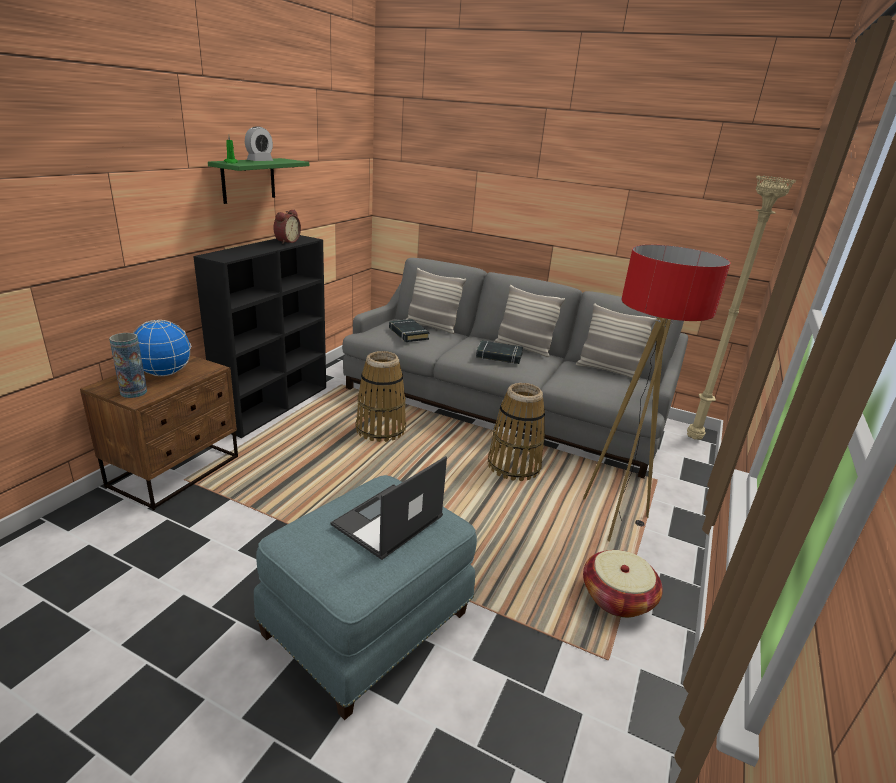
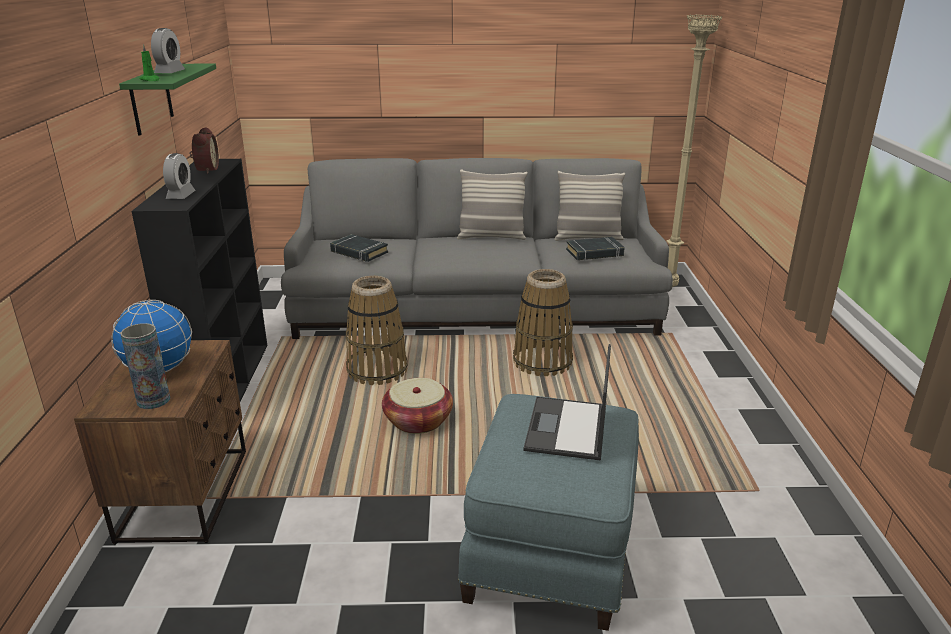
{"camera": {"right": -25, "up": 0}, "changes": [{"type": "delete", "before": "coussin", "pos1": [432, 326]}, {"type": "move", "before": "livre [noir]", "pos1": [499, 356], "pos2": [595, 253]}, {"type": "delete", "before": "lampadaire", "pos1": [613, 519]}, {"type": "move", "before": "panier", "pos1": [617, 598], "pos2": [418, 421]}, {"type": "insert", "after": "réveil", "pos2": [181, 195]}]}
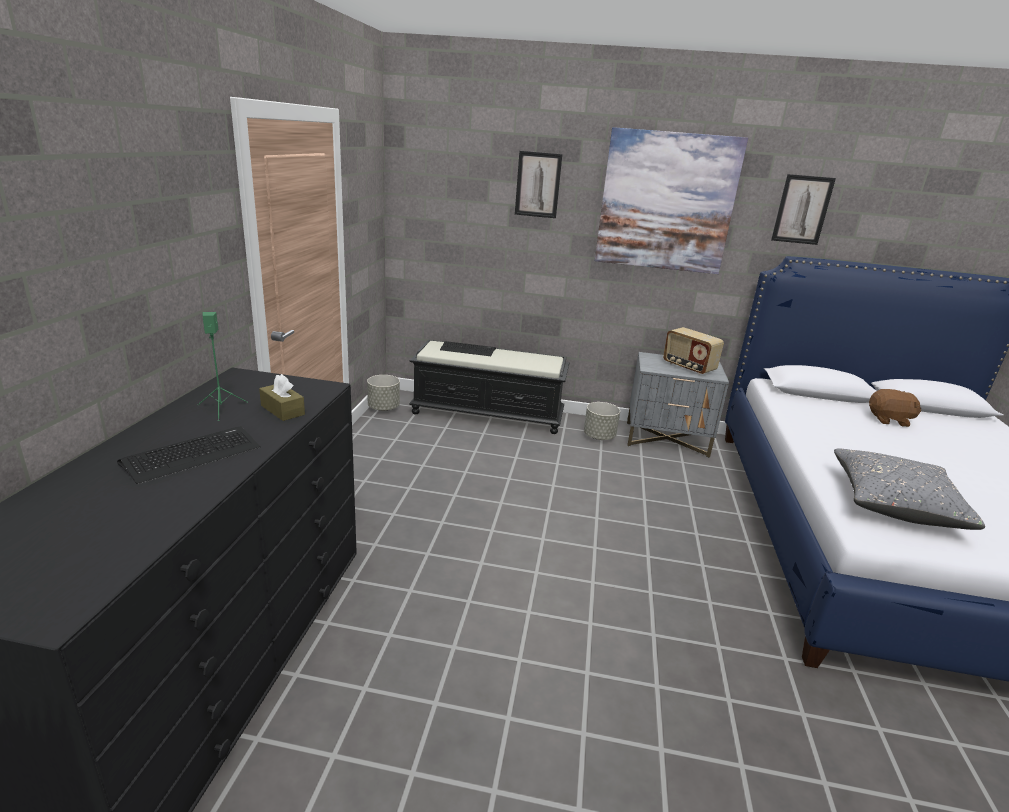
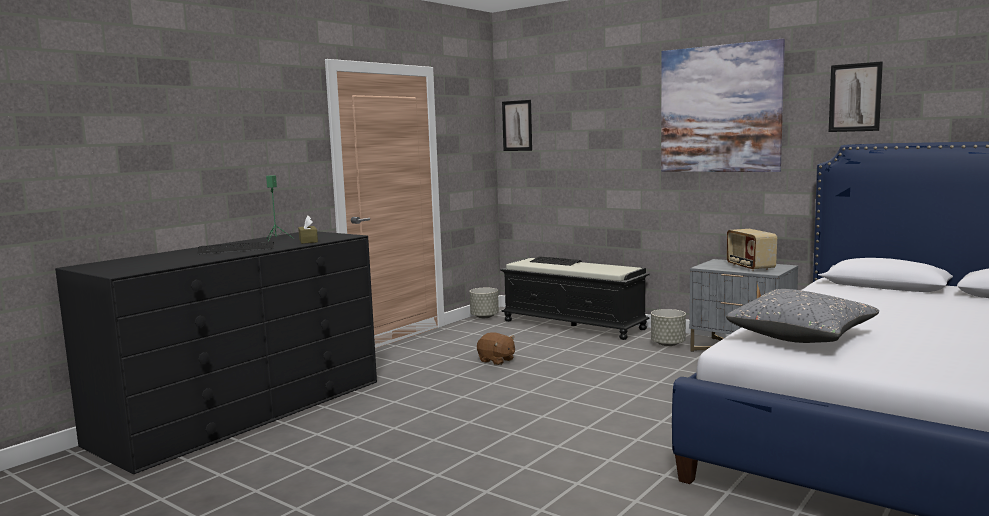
{"camera": {"right": 30, "up": -15}, "changes": [{"type": "move", "before": "tableau", "pos1": [538, 185], "pos2": [517, 125]}, {"type": "move", "before": "peluche [marron]", "pos1": [889, 420], "pos2": [496, 360]}]}
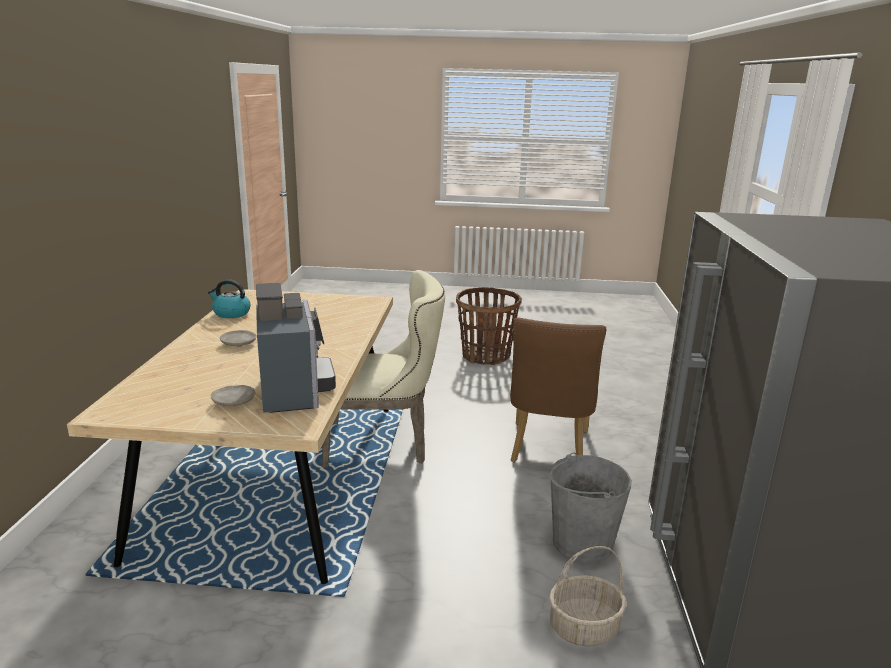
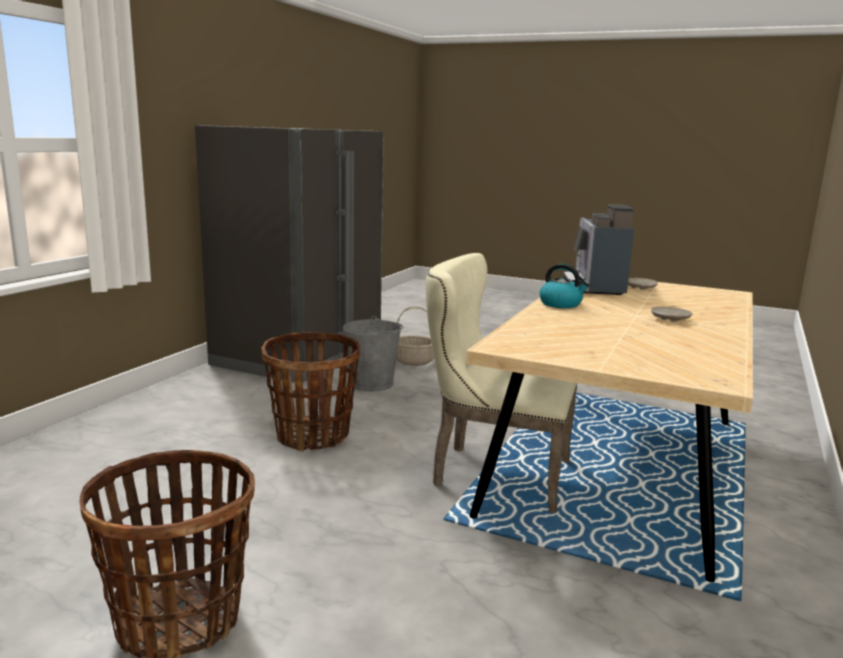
{"camera": {"right": -160, "up": -5}, "changes": [{"type": "move", "before": "bouilloire", "pos1": [231, 313], "pos2": [561, 304]}, {"type": "replace", "before": "chaise [marron]", "after": "panier", "pos1": [548, 450], "pos2": [313, 435]}]}
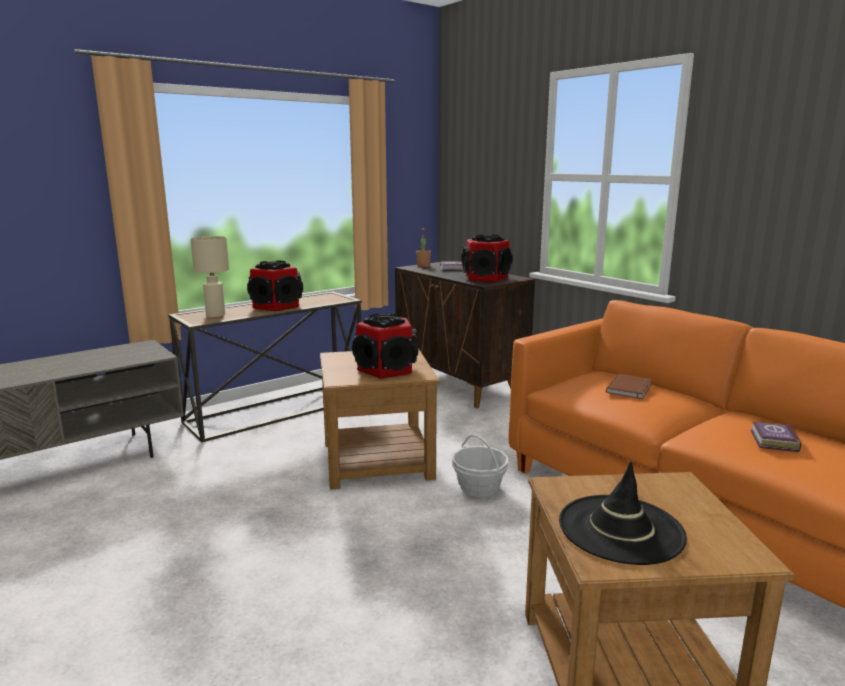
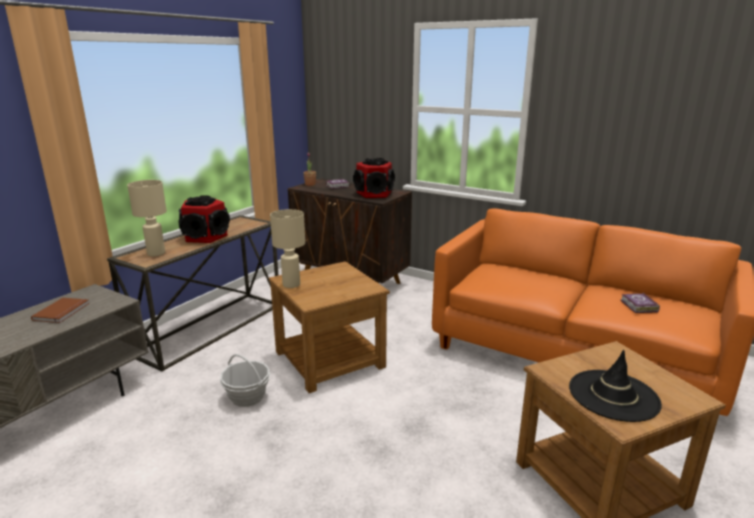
{"camera": {"right": -20, "up": 5}, "changes": [{"type": "delete", "before": "enceinte", "pos1": [387, 369]}, {"type": "move", "before": "panier", "pos1": [479, 487], "pos2": [247, 397]}, {"type": "move", "before": "livre [marron]", "pos1": [631, 388], "pos2": [63, 312]}, {"type": "insert", "after": "lampe de table [beige]", "pos2": [291, 284]}]}
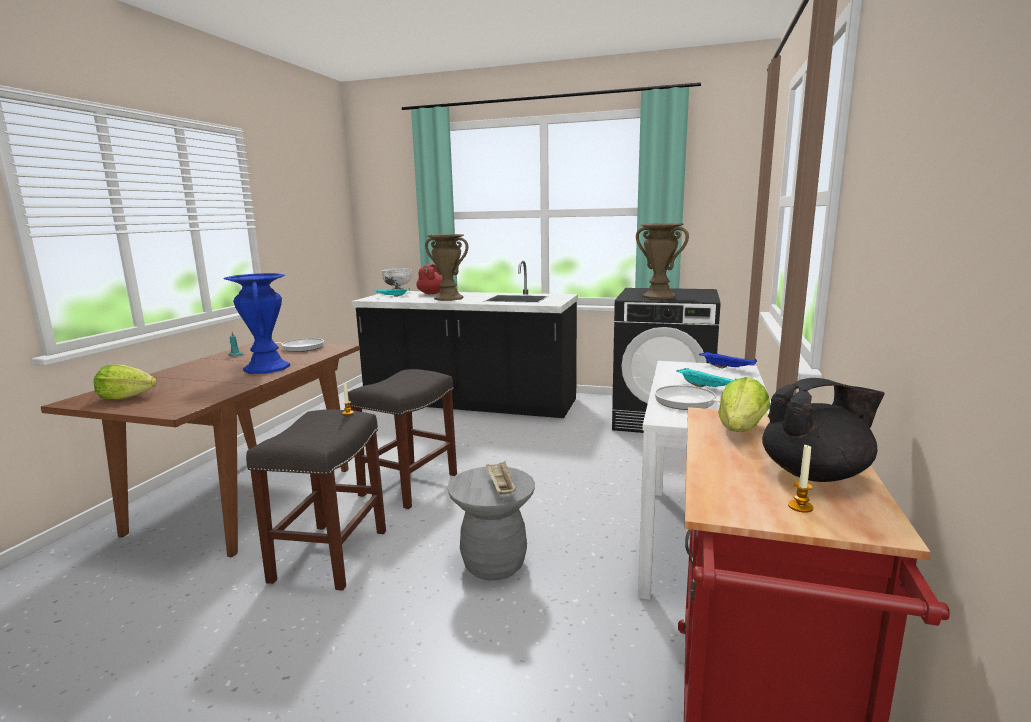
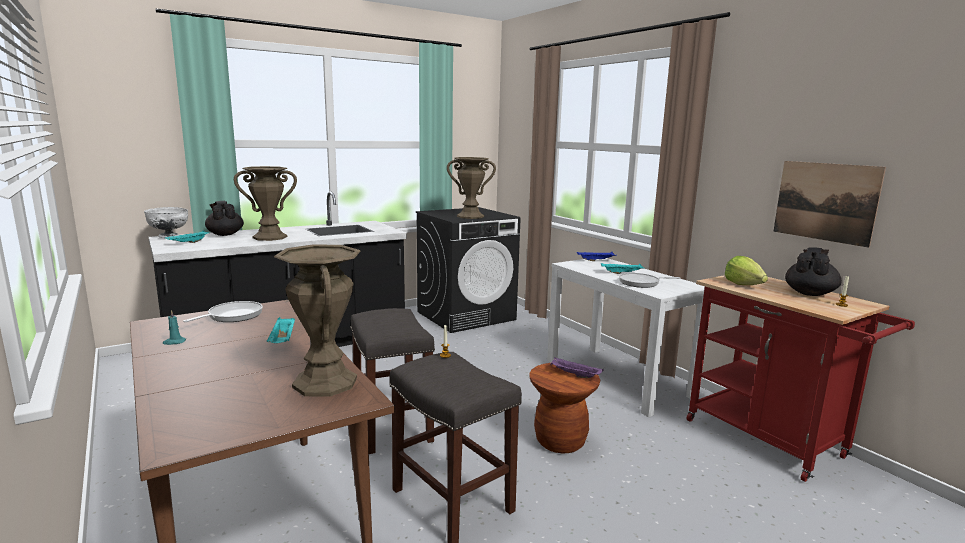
{"camera": {"right": -50, "up": 0}, "changes": [{"type": "delete", "before": "laitue", "pos1": [126, 397]}, {"type": "replace", "before": "vase [bleu]", "after": "plateau [turquoise]", "pos1": [267, 368], "pos2": [283, 341]}, {"type": "recolor", "before": "théière [rouge]", "after": "théière [noir]", "pos1": [432, 293], "pos2": [225, 234]}, {"type": "recolor", "before": "tabouret [gris]", "after": "tabouret [marron]", "pos1": [494, 564], "pos2": [560, 441]}, {"type": "recolor", "before": "plateau [beige]", "after": "plateau [violet]", "pos1": [501, 487], "pos2": [574, 375]}, {"type": "insert", "after": "vase [marron]", "pos2": [325, 382]}, {"type": "insert", "after": "tableau", "pos2": [825, 201]}]}
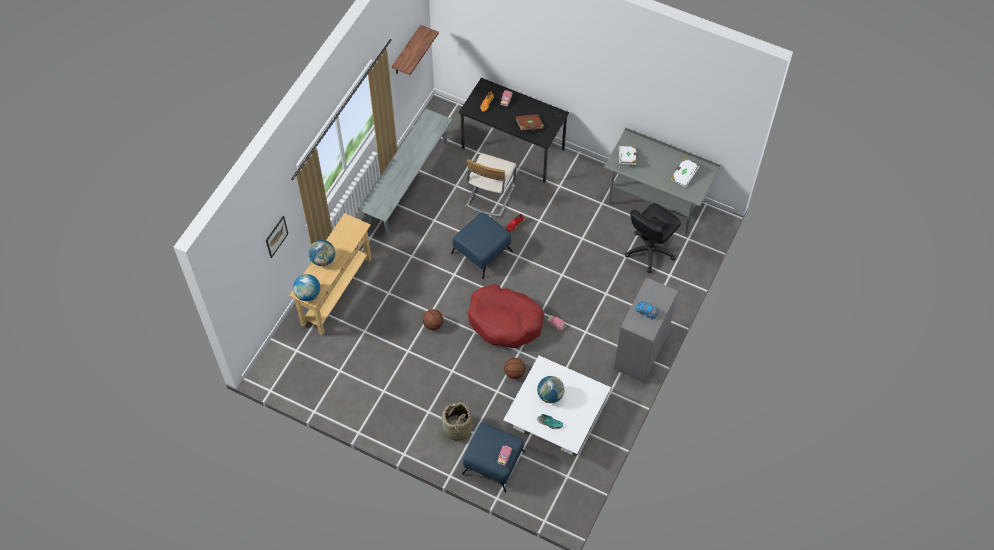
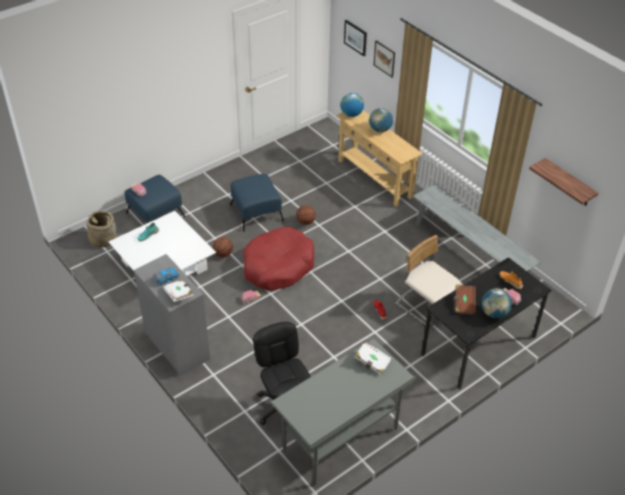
{"camera": {"right": 115, "up": -15}, "changes": [{"type": "move", "before": "panier", "pos1": [457, 428], "pos2": [103, 239]}, {"type": "move", "before": "pouf [bleu]", "pos1": [482, 252], "pos2": [256, 213]}, {"type": "move", "before": "globe", "pos1": [550, 395], "pos2": [494, 313]}, {"type": "move", "before": "livre [blanc]", "pos1": [683, 175], "pos2": [179, 295]}, {"type": "insert", "after": "tableau", "pos2": [355, 37]}]}
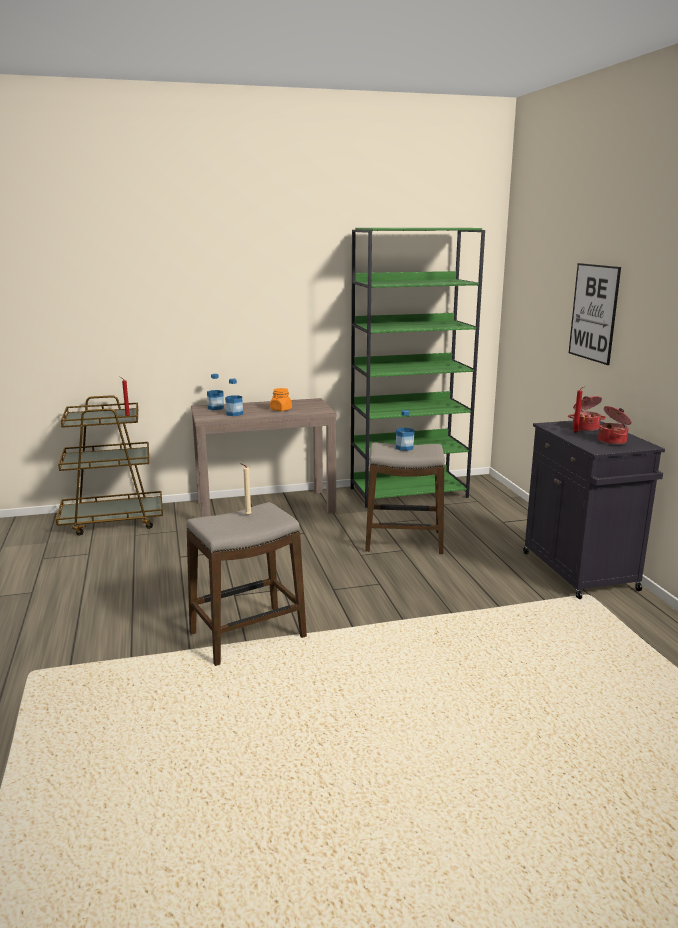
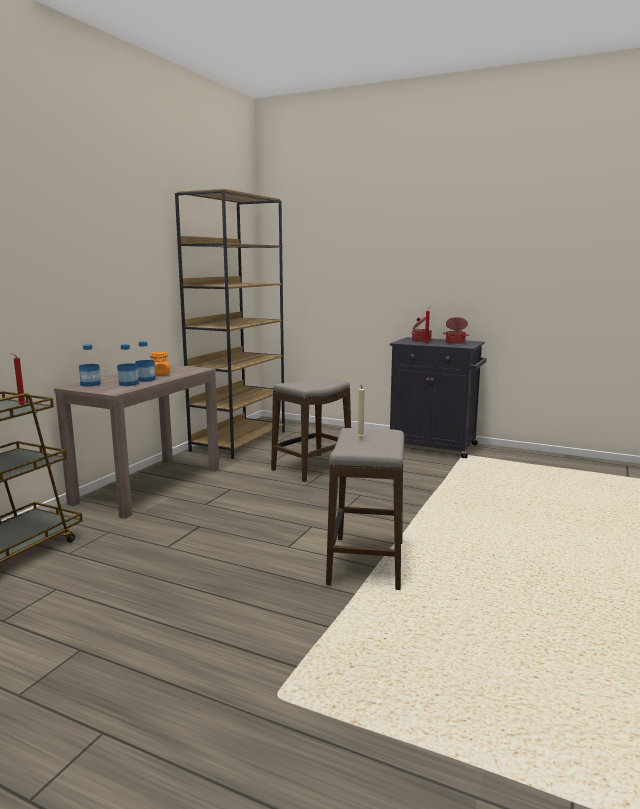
{"camera": {"right": -50, "up": -5}, "changes": [{"type": "recolor", "before": "bibliothèque [vert]", "after": "bibliothèque [marron]", "pos1": [409, 492], "pos2": [239, 441]}, {"type": "move", "before": "bouteille", "pos1": [404, 448], "pos2": [146, 380]}, {"type": "delete", "before": "tableau", "pos1": [594, 312]}]}
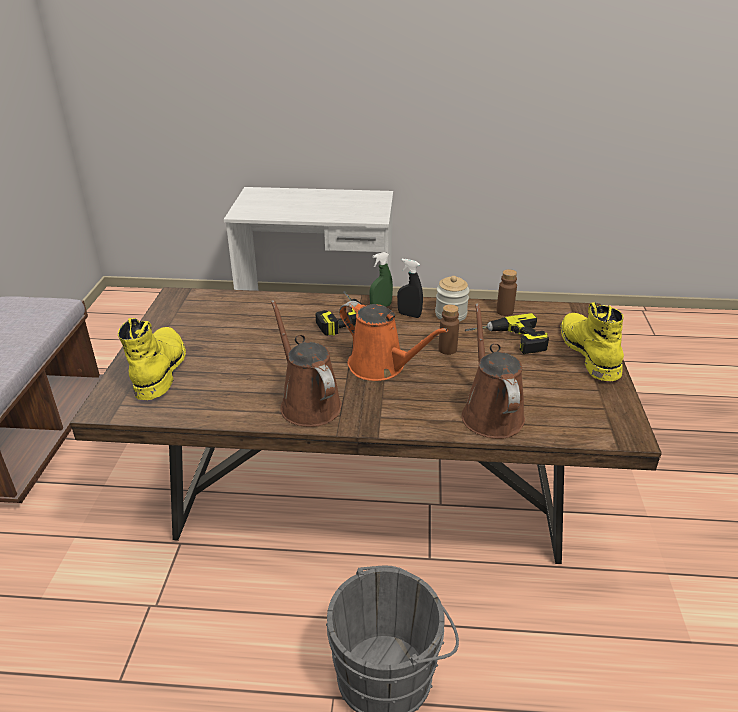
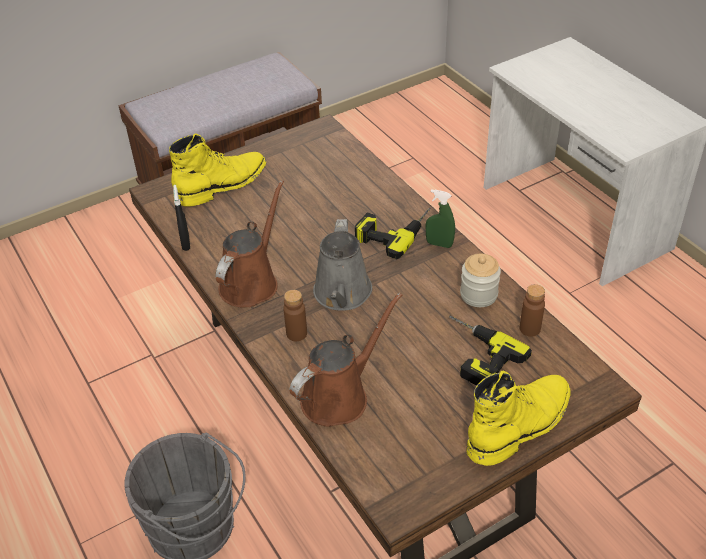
{"camera": {"right": 55, "up": 10}, "changes": [{"type": "recolor", "before": "arrosoir [orange]", "after": "arrosoir [gris]", "pos1": [381, 366], "pos2": [342, 295]}, {"type": "move", "before": "vaporisateur [noir]", "pos1": [409, 315], "pos2": [185, 243]}, {"type": "move", "before": "bouteille [marron]", "pos1": [447, 349], "pos2": [296, 333]}]}
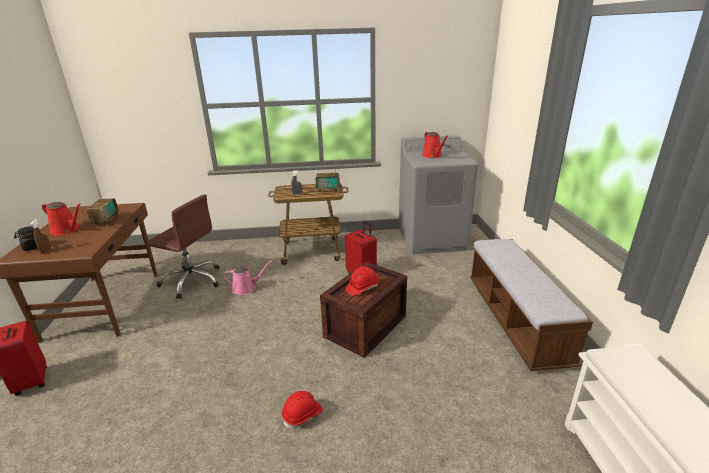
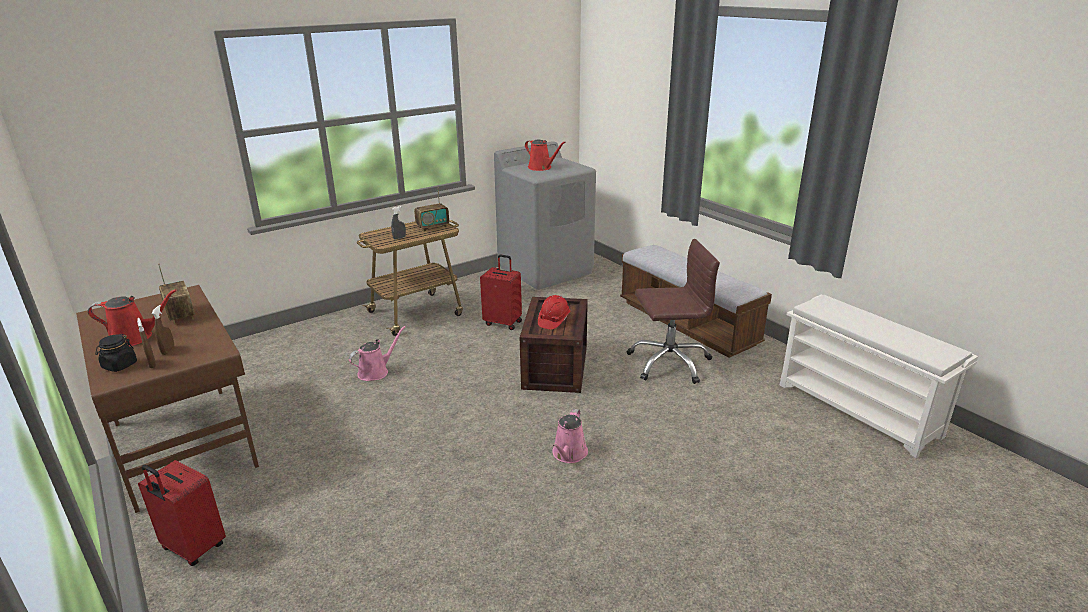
{"camera": {"right": -30, "up": 0}, "changes": [{"type": "move", "before": "chaise de bureau [marron]", "pos1": [192, 280], "pos2": [669, 362]}, {"type": "replace", "before": "casque de chantier [rouge]", "after": "arrosoir [rose]", "pos1": [302, 415], "pos2": [569, 454]}, {"type": "insert", "after": "vaporisateur [marron]", "pos2": [168, 350]}]}
